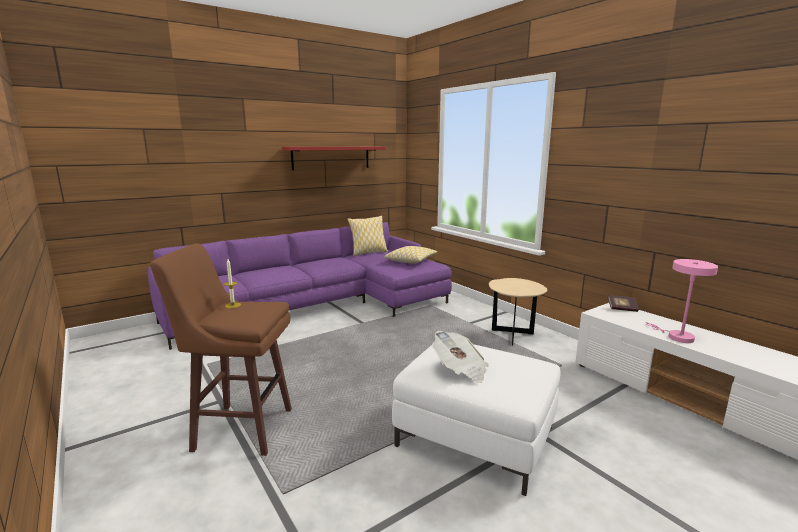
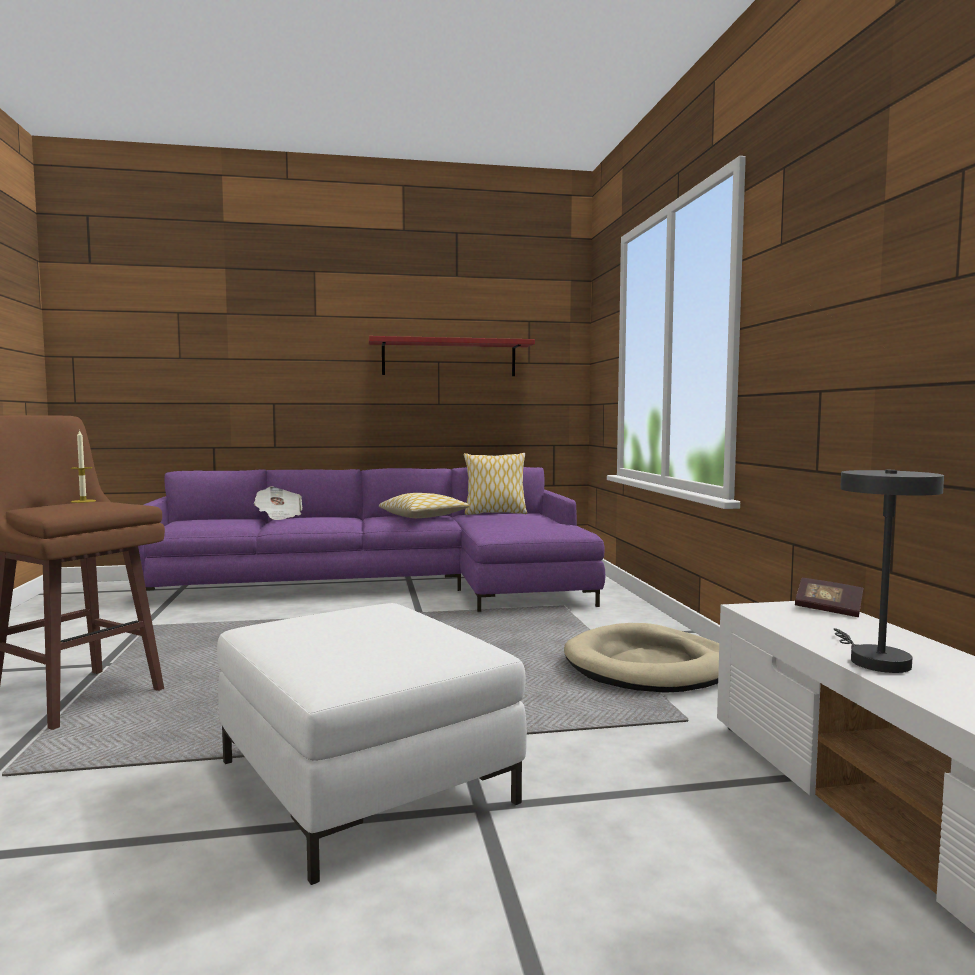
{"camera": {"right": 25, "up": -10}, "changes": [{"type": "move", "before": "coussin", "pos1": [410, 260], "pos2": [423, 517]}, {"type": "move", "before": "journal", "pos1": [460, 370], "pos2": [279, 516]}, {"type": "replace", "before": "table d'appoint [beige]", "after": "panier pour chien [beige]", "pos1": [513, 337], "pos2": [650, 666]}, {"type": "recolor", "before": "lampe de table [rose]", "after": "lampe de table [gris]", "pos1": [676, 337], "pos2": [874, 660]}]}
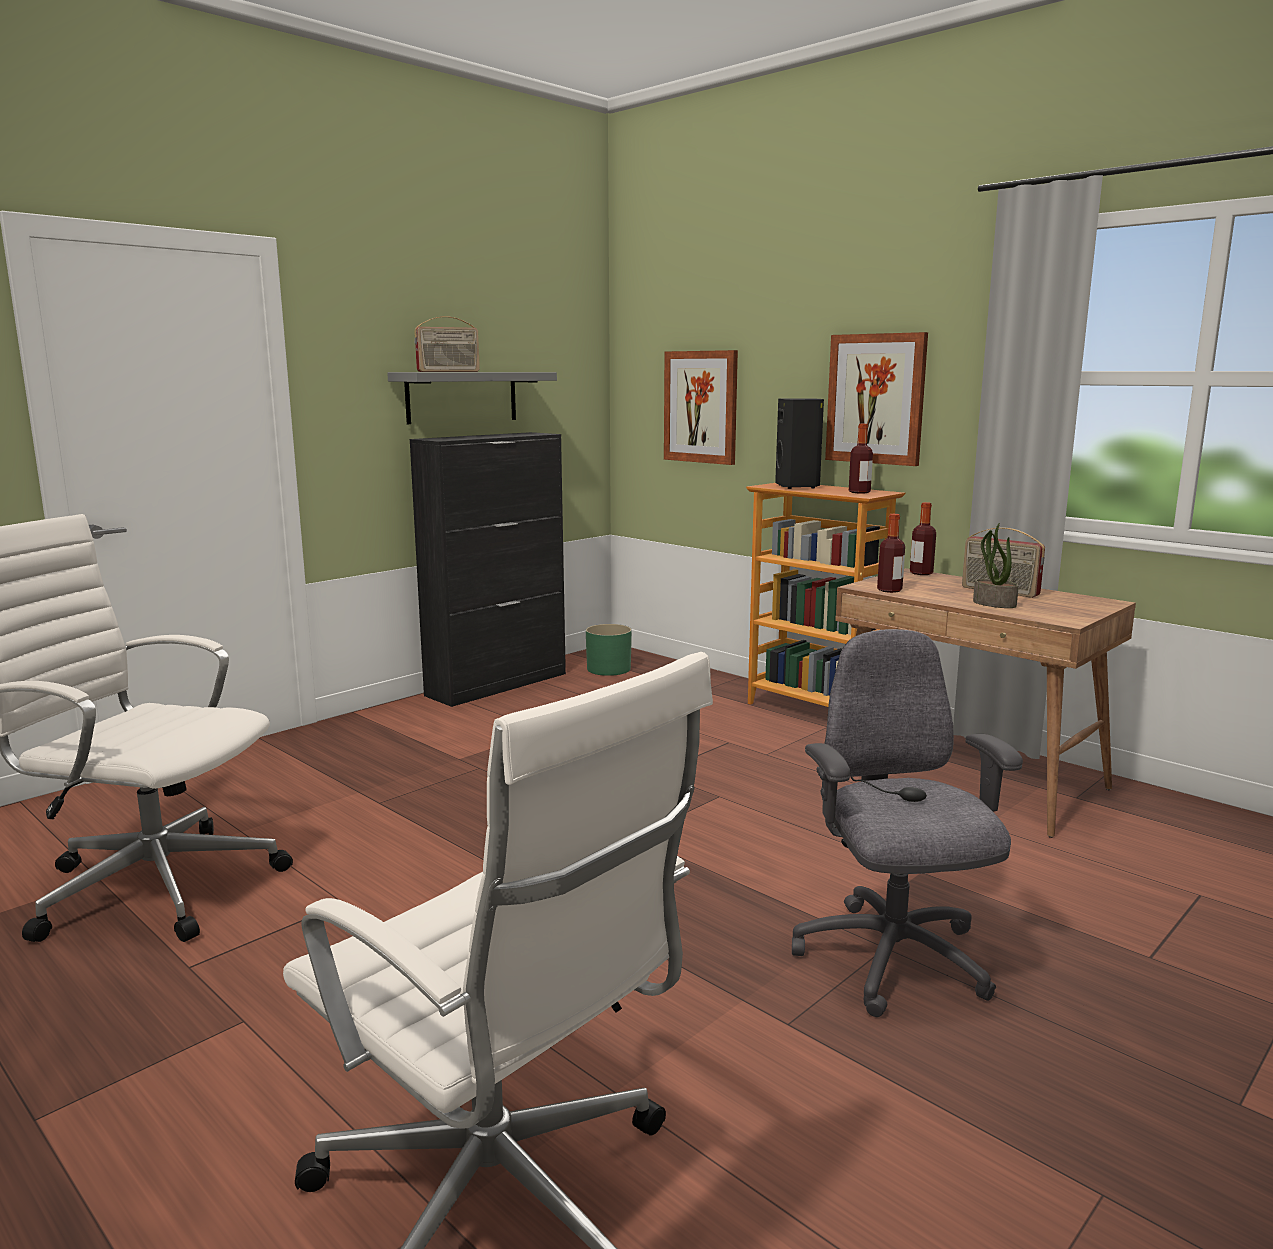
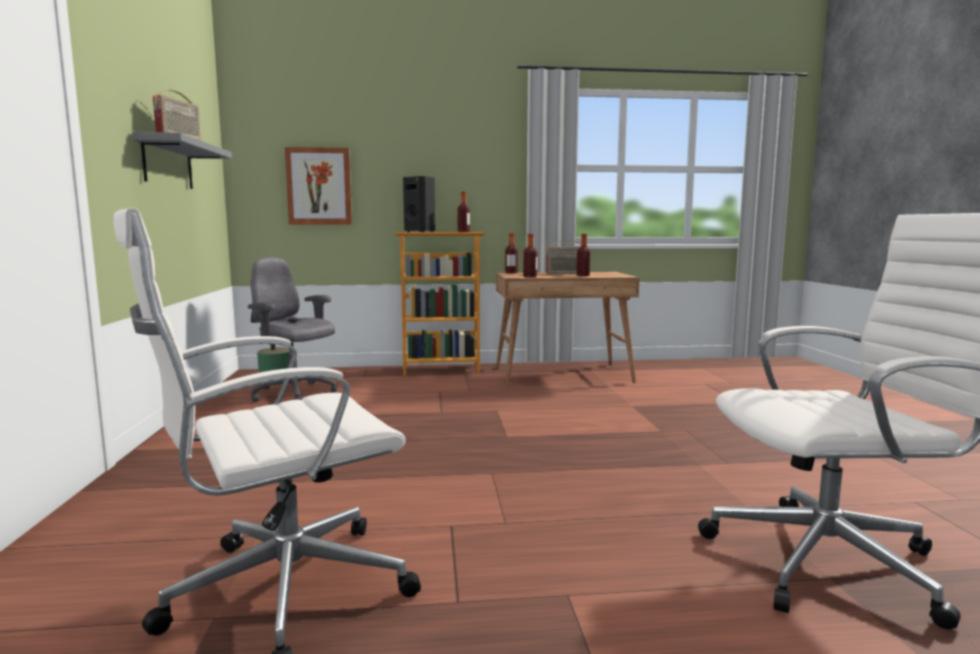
{"camera": {"right": -50, "up": -5}, "changes": [{"type": "delete", "before": "meuble de rangement [noir]", "pos1": [498, 684]}, {"type": "move", "before": "chaise de bureau [gris]", "pos1": [893, 961], "pos2": [294, 394]}, {"type": "delete", "before": "tableau", "pos1": [876, 399]}, {"type": "replace", "before": "plante en pot", "after": "bouteille", "pos1": [993, 604], "pos2": [583, 276]}]}
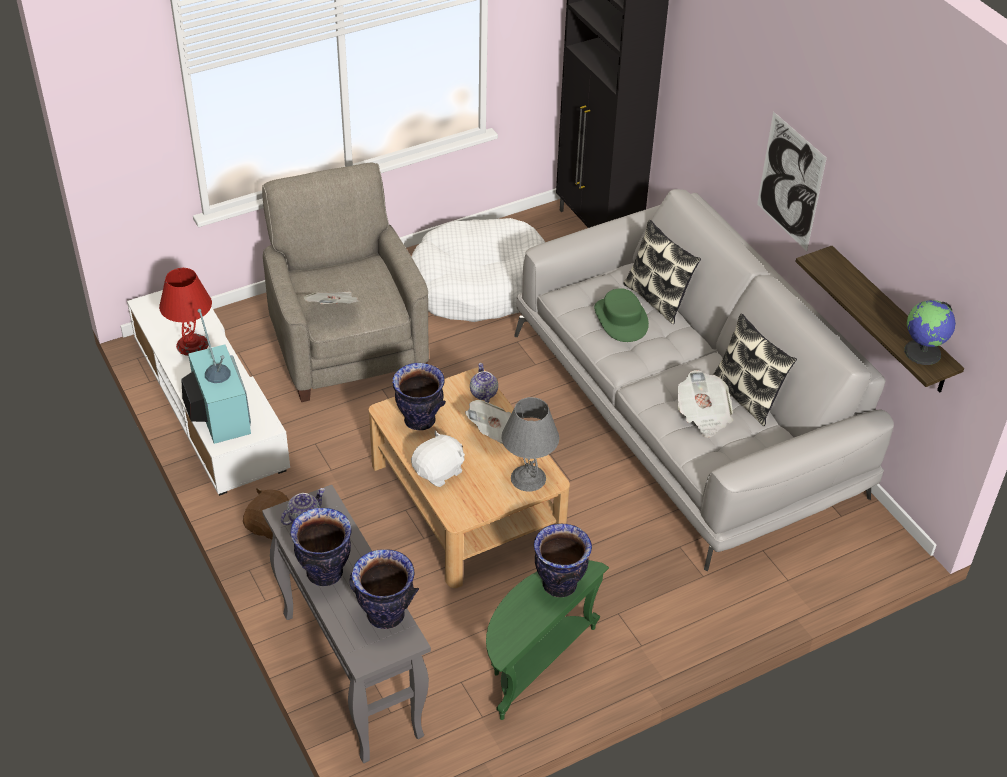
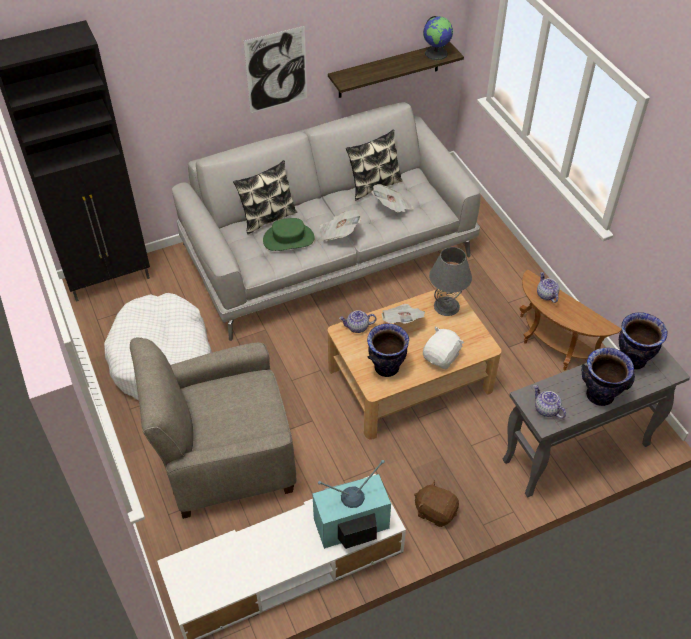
{"camera": {"right": -85, "up": 5}, "changes": [{"type": "delete", "before": "lampe de table [rouge]", "pos1": [192, 345]}, {"type": "move", "before": "journal", "pos1": [334, 309], "pos2": [338, 233]}, {"type": "rotate", "before": "peluche [blanc]", "pos1": [439, 471], "pos2": [441, 357], "turn": 75}, {"type": "recolor", "before": "table d'appoint [vert]", "after": "table d'appoint [marron]", "pos1": [535, 662], "pos2": [552, 348]}, {"type": "replace", "before": "vase", "after": "théière", "pos1": [558, 585], "pos2": [546, 295]}]}
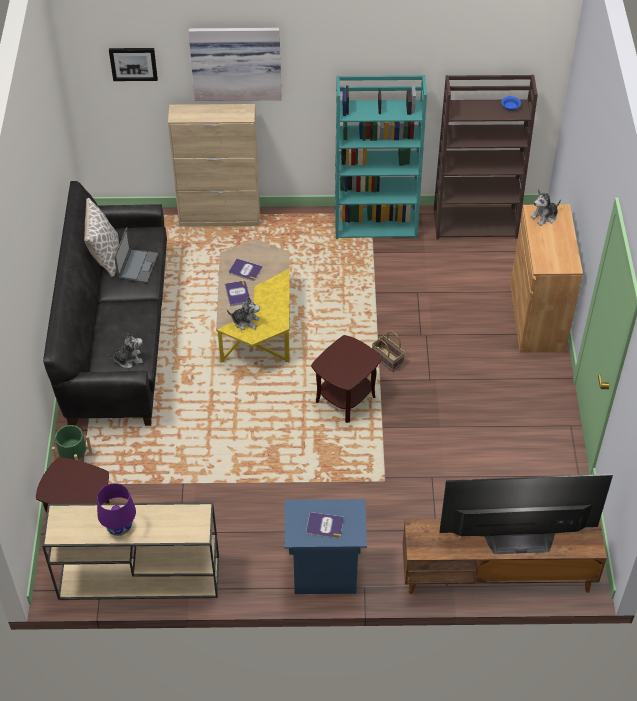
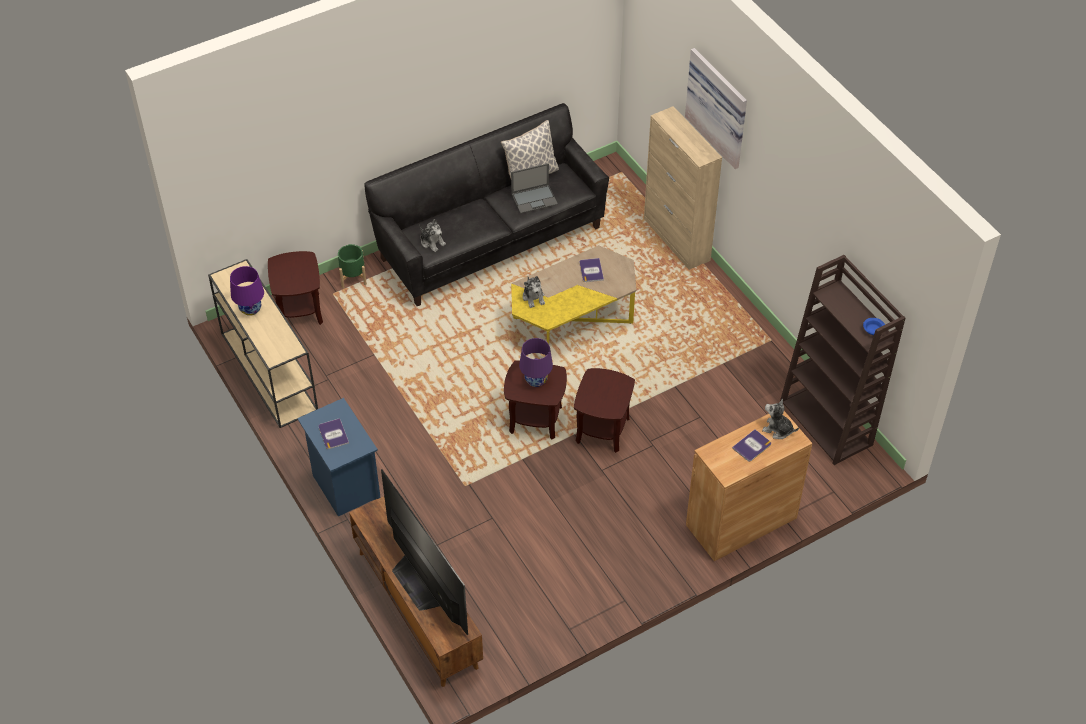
{"camera": {"right": 60, "up": 0}, "changes": [{"type": "delete", "before": "tableau", "pos1": [133, 63]}, {"type": "move", "before": "livre", "pos1": [237, 293], "pos2": [752, 446]}, {"type": "delete", "before": "bibliothèque [turquoise]", "pos1": [376, 223]}, {"type": "replace", "before": "panier", "after": "table d'appoint [marron]", "pos1": [388, 359], "pos2": [603, 430]}, {"type": "insert", "after": "lampe de table [violet]", "pos2": [536, 380]}]}
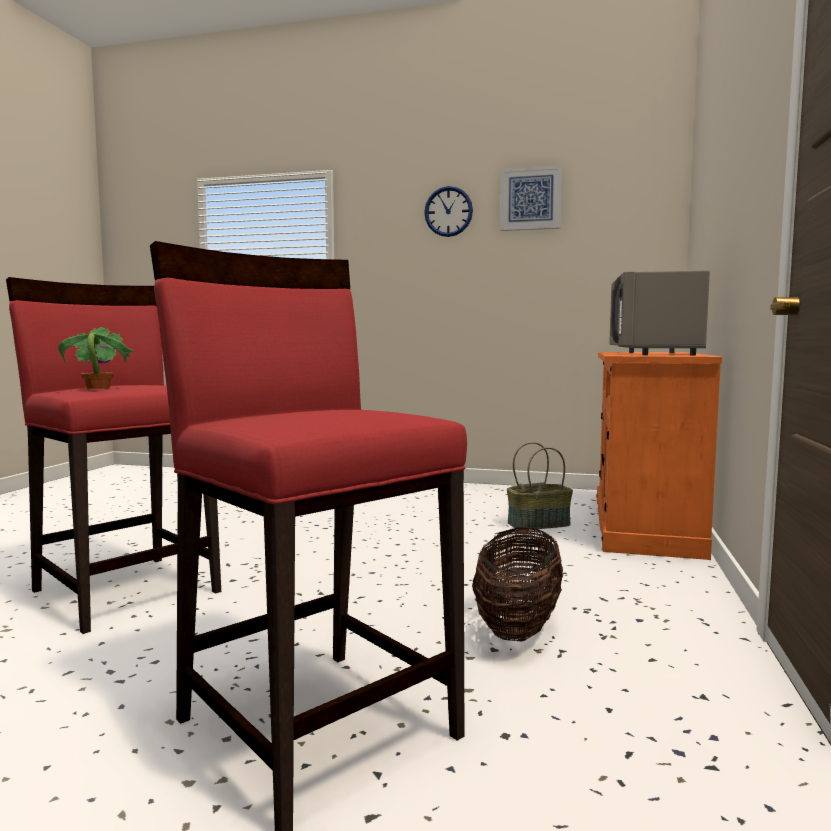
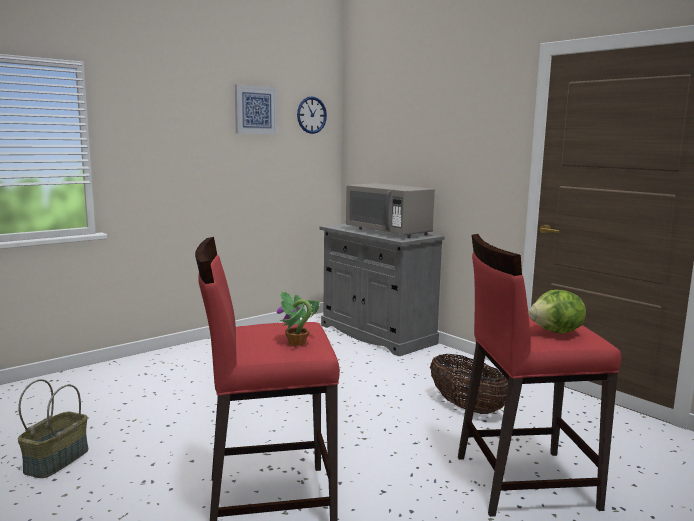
{"camera": {"right": -55, "up": 5}, "changes": [{"type": "move", "before": "horloge murale", "pos1": [448, 211], "pos2": [311, 115]}, {"type": "move", "before": "panier", "pos1": [539, 524], "pos2": [56, 460]}, {"type": "recolor", "before": "meuble de rangement [orange]", "after": "meuble de rangement [gris]", "pos1": [644, 526], "pos2": [376, 334]}, {"type": "insert", "after": "laitue", "pos2": [557, 332]}]}
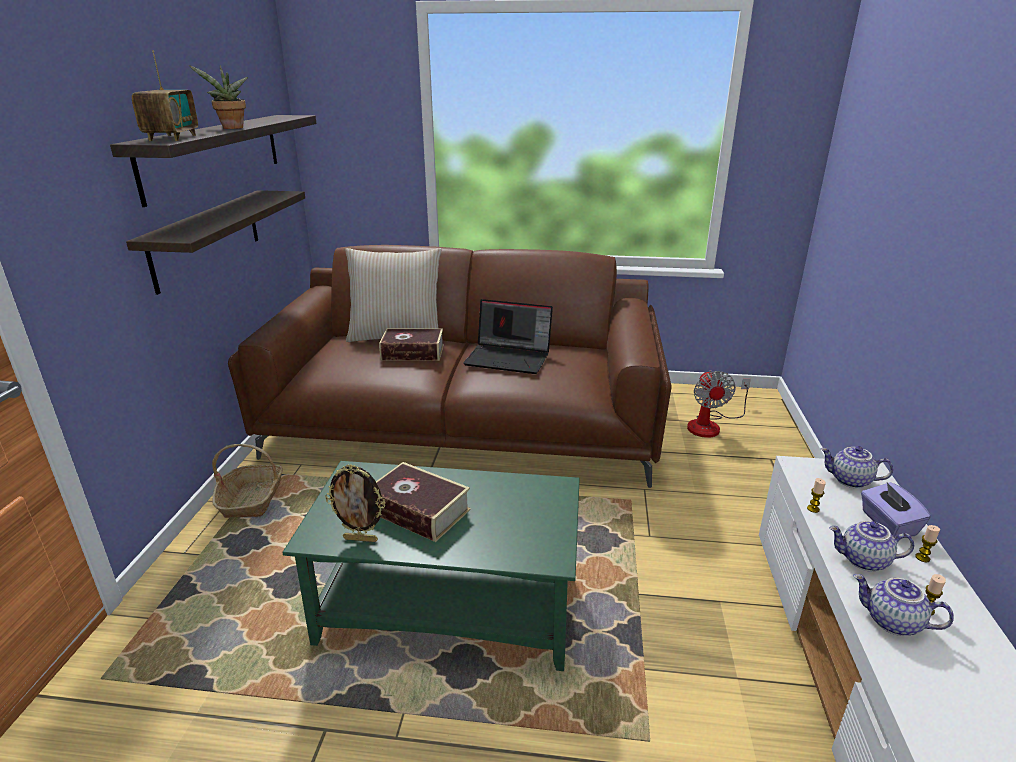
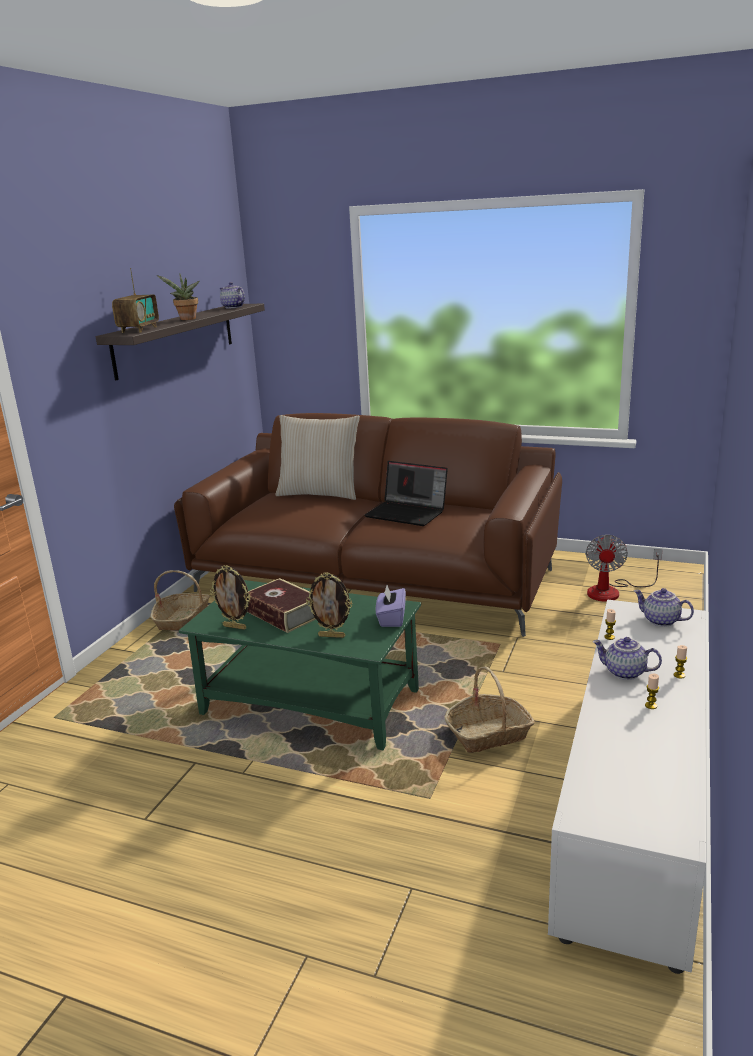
{"camera": {"right": 15, "up": -5}, "changes": [{"type": "delete", "before": "étagère", "pos1": [207, 238]}, {"type": "delete", "before": "livre", "pos1": [413, 352]}, {"type": "move", "before": "théière", "pos1": [892, 622], "pos2": [232, 307]}, {"type": "move", "before": "boîte à mouchoirs [violet]", "pos1": [887, 523], "pos2": [391, 618]}, {"type": "insert", "after": "cadre photo", "pos2": [332, 636]}, {"type": "insert", "after": "panier", "pos2": [489, 734]}]}
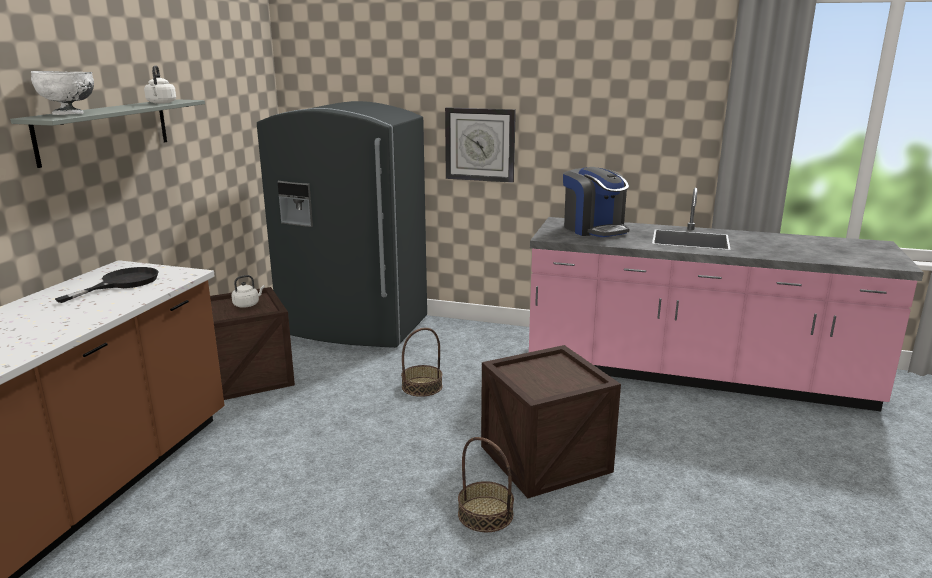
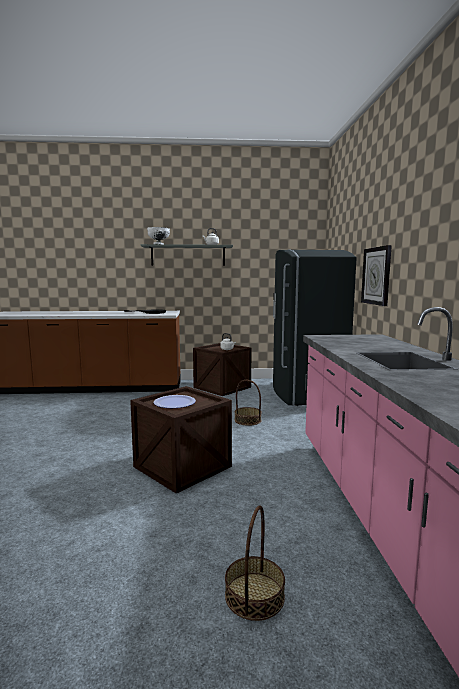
{"camera": {"right": 70, "up": -10}, "changes": [{"type": "move", "before": "panier", "pos1": [485, 514], "pos2": [254, 595]}, {"type": "delete", "before": "machine à café", "pos1": [594, 229]}, {"type": "insert", "after": "assiette", "pos2": [174, 403]}]}
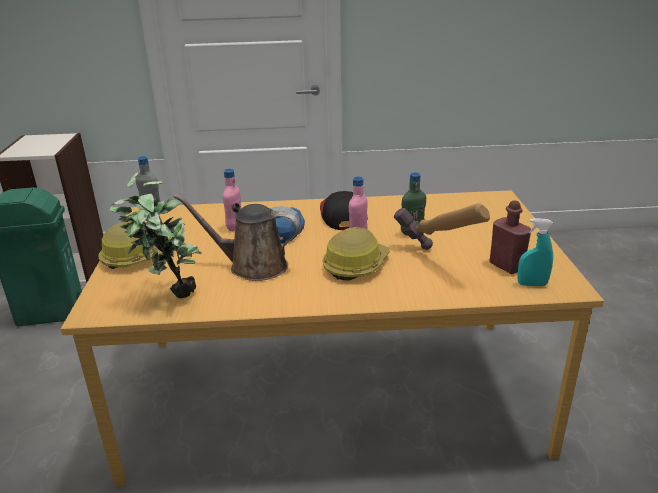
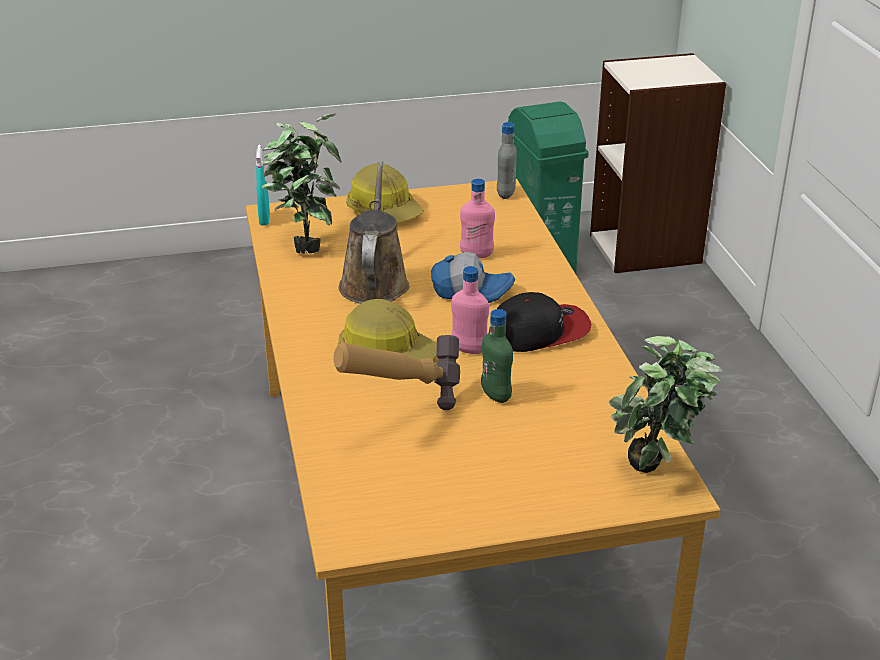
{"camera": {"right": 80, "up": 5}, "changes": [{"type": "delete", "before": "bouteille [rouge]", "pos1": [506, 266]}, {"type": "move", "before": "vaporisateur [turquoise]", "pos1": [532, 284], "pos2": [264, 219]}, {"type": "insert", "after": "plante en pot", "pos2": [655, 478]}]}
